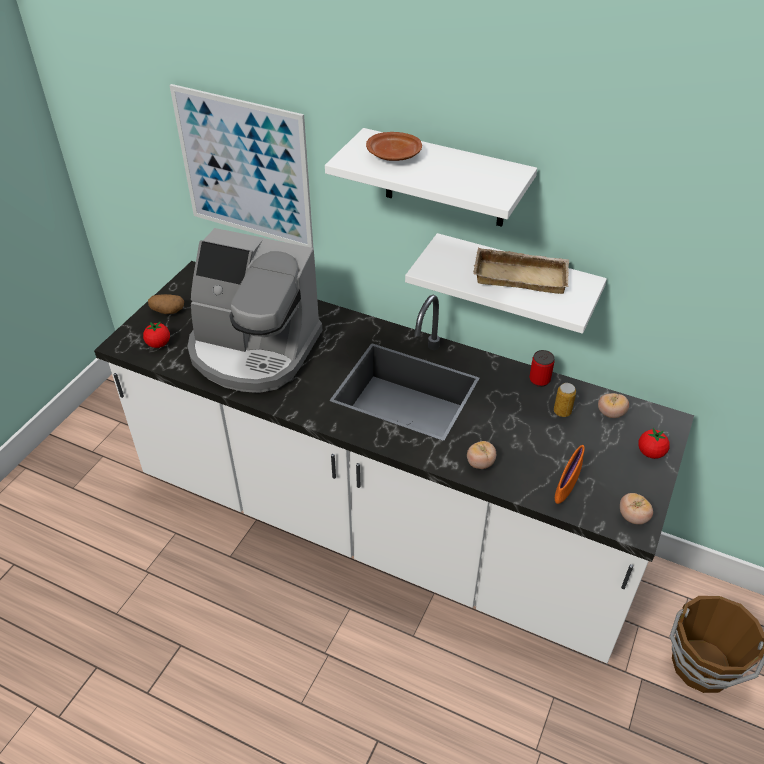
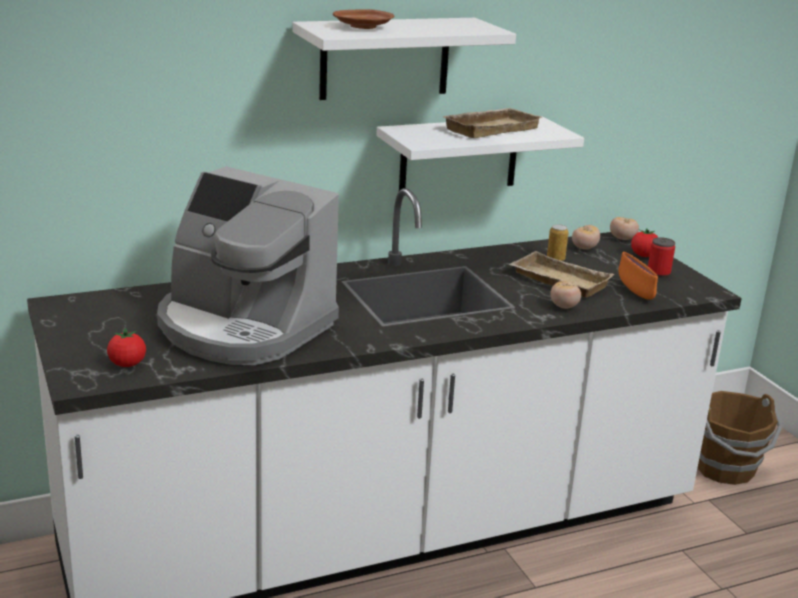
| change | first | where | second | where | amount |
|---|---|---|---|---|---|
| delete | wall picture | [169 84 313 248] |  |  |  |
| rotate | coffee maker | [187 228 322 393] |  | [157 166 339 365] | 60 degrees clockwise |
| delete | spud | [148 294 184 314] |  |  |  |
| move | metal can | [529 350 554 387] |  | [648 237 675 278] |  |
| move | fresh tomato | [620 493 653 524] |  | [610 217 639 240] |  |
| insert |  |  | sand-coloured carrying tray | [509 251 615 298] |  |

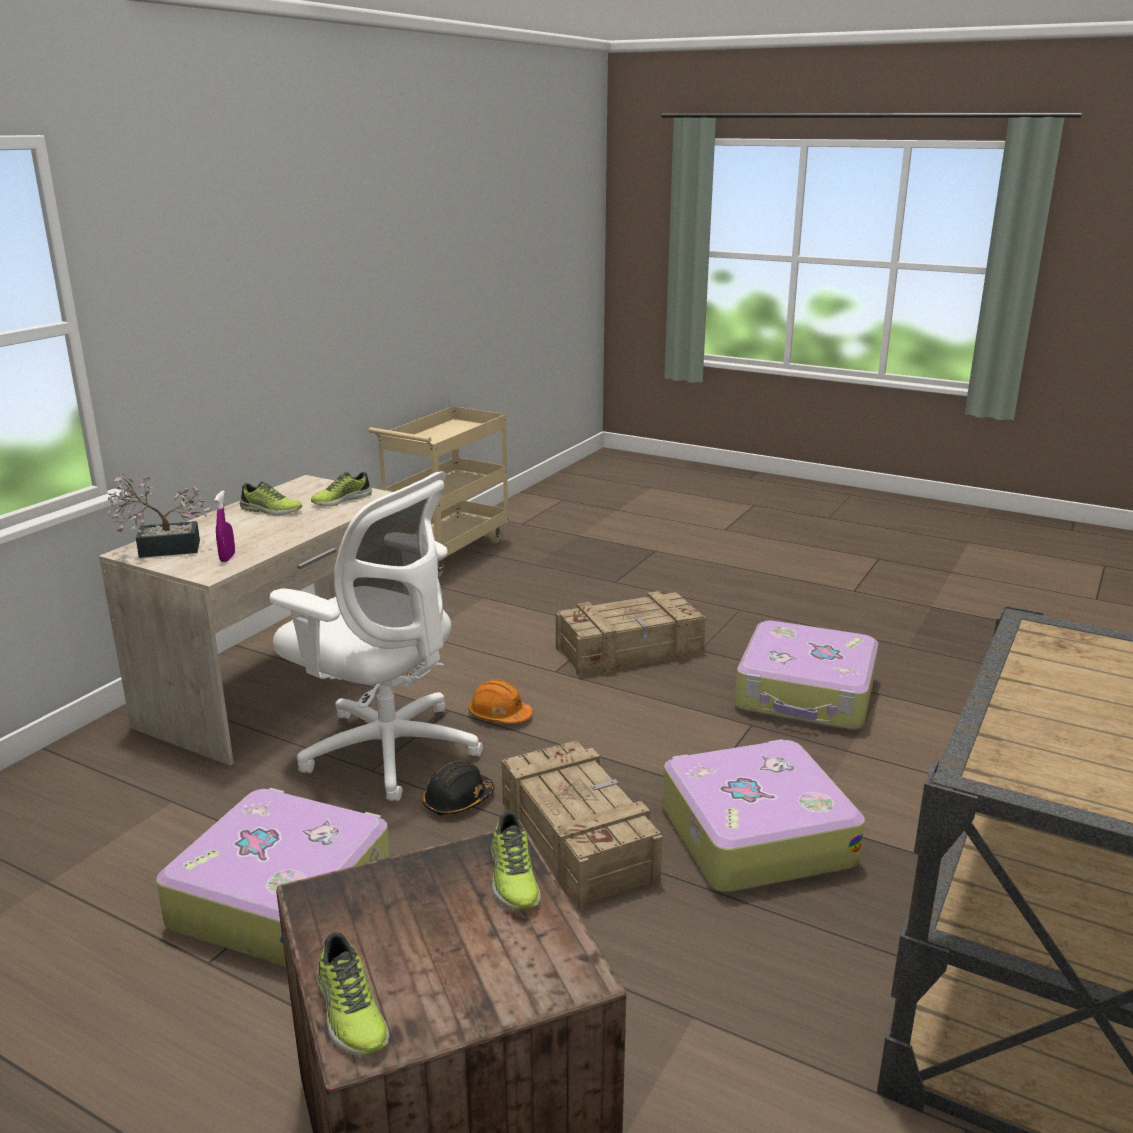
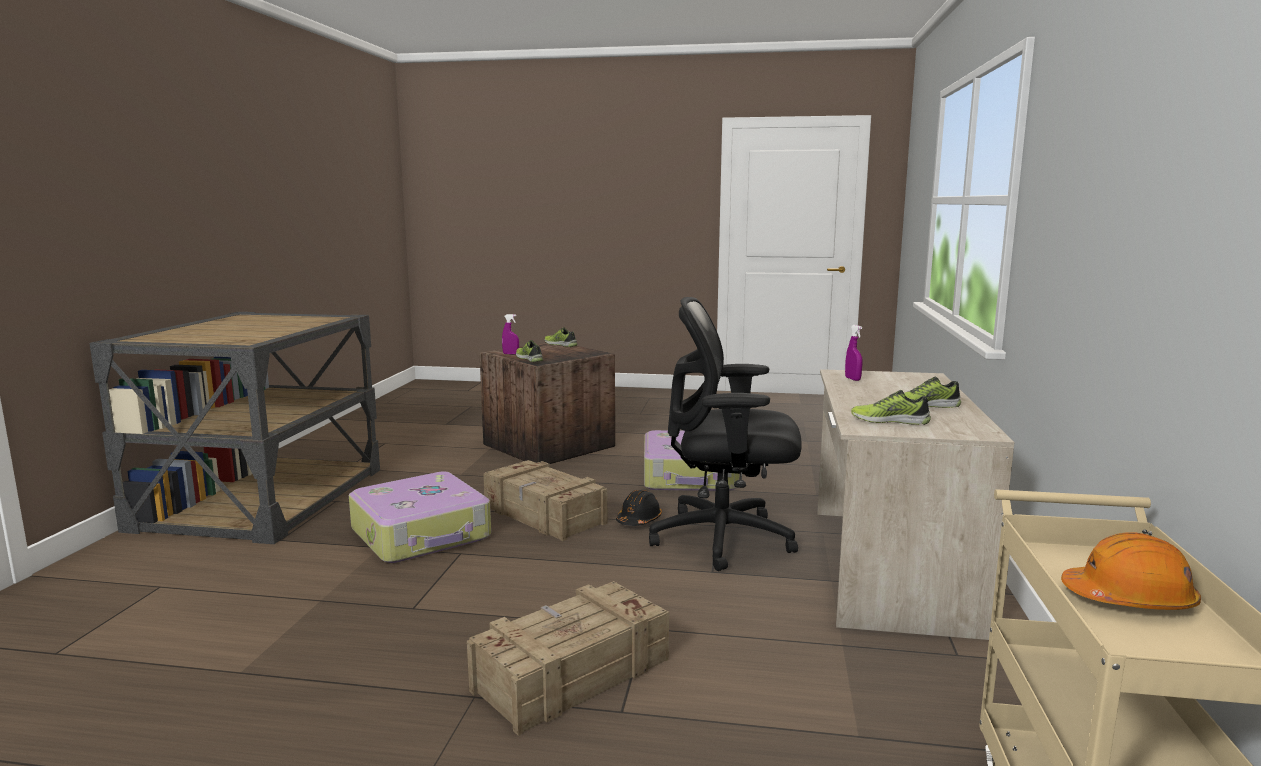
| change | first | where | second | where | amount |
|---|---|---|---|---|---|
| recolor | white-coloured office chair | [270 471 483 801] | black office chair | [649 297 802 571] |  |
| delete | houseplant | [108 472 211 558] |  |  |  |
| rotate | low shoe | [311 472 372 506] |  | [851 390 931 425] | 105 degrees counterclockwise |
| delete | suitcase | [735 620 879 730] |  |  |  |
| move | orangey work helmet | [468 679 533 724] |  | [1061 532 1201 611] |  |
| insert |  |  | purple-coloured spray bottle | [502 314 519 355] |  |

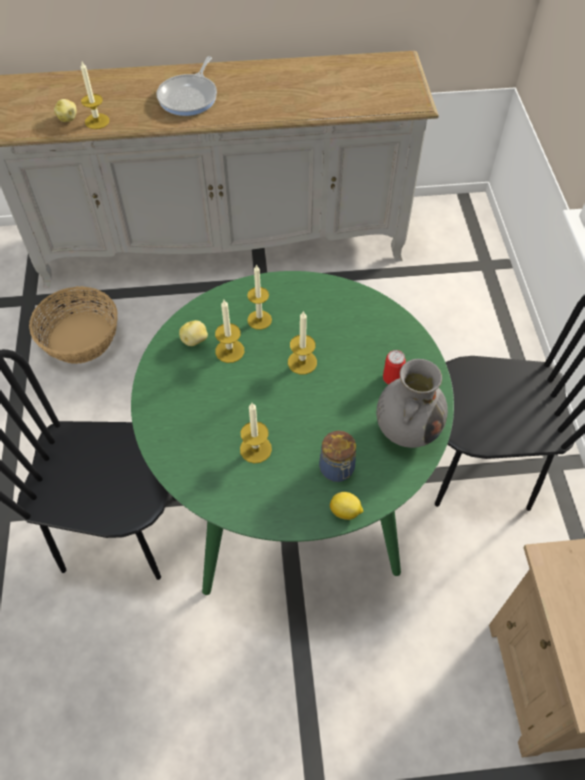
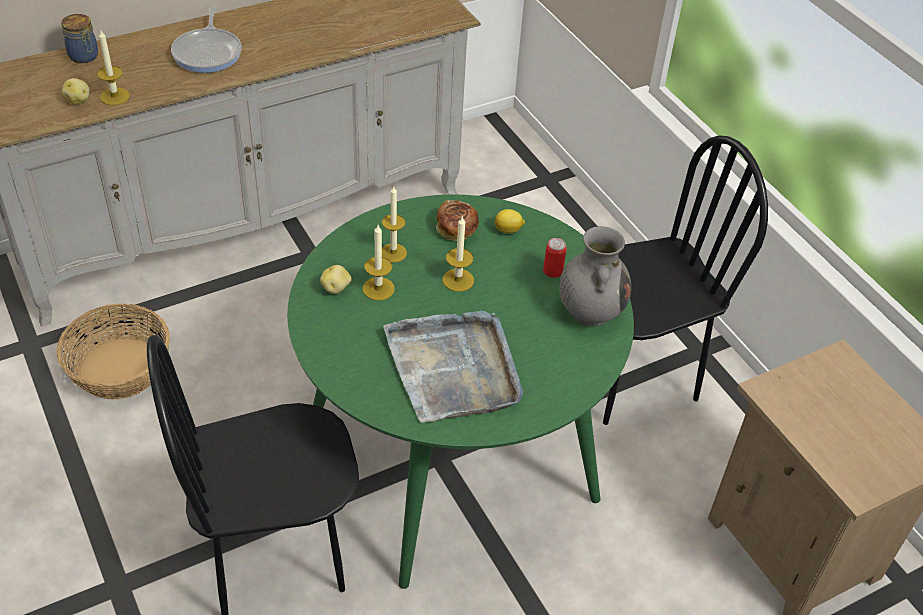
| change | first | where | second | where | amount |
|---|---|---|---|---|---|
| replace | wax light | [240 403 272 463] | gray carrying tray | [383 311 523 423] |  |
| move | preserve jar | [319 431 356 482] |  | [61 14 98 63] |  |
| move | citrus fruit | [330 492 363 520] |  | [495 209 525 233] |  |
| insert |  |  | bakery bread | [436 200 479 241] |  |

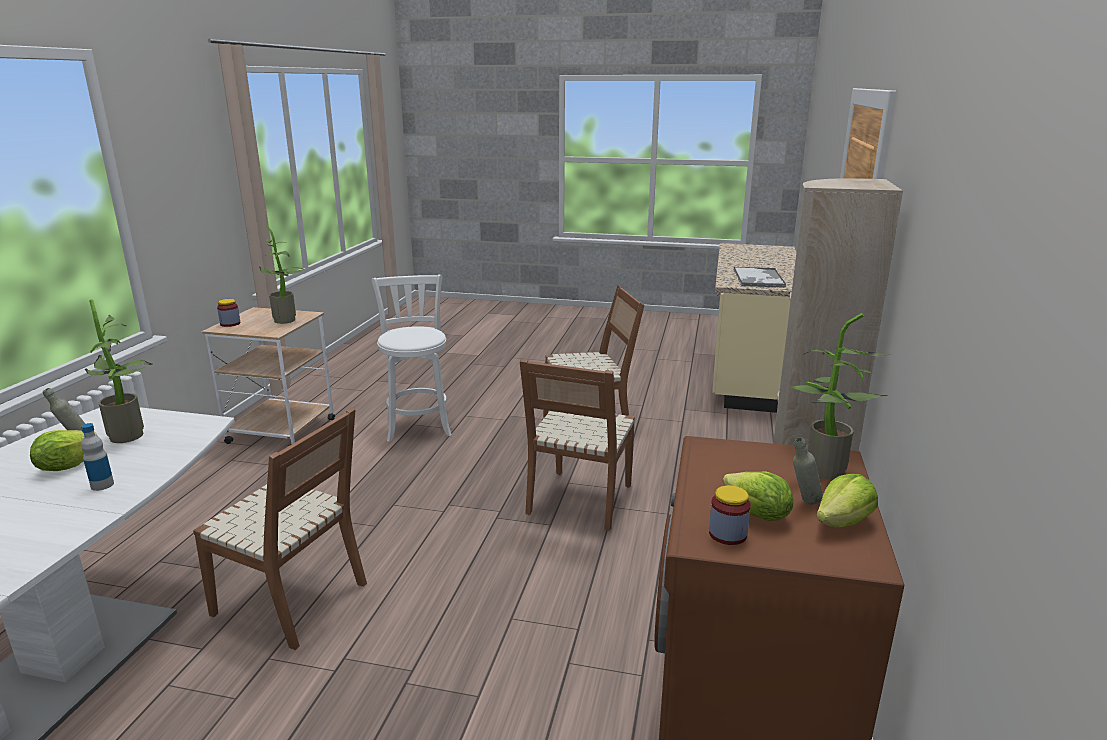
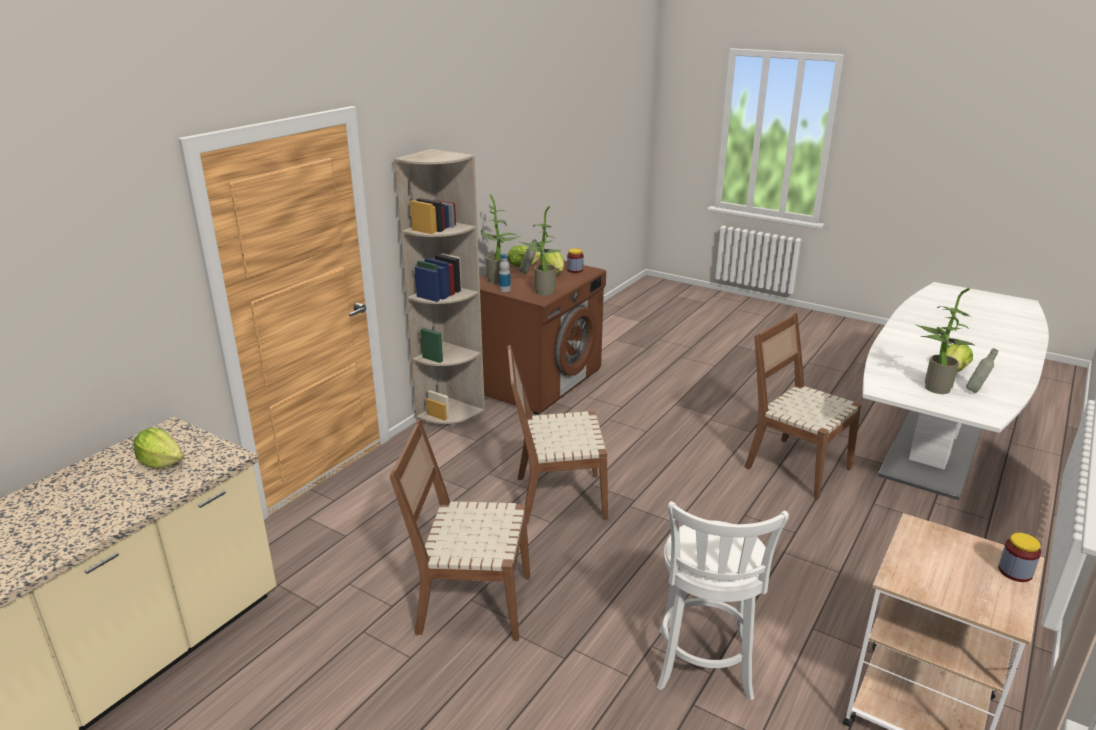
| change | first | where | second | where | amount |
|---|---|---|---|---|---|
| move | houseplant | [259 225 308 324] |  | [520 205 561 296] |  |
| replace | carrying tray | [734 267 786 288] | lettuce head | [133 428 184 468] |  |
| rotate | plain chair | [520 359 635 531] |  | [507 345 608 525] | 135 degrees counterclockwise |
| move | bottle | [81 423 114 491] |  | [499 254 511 292] |  |

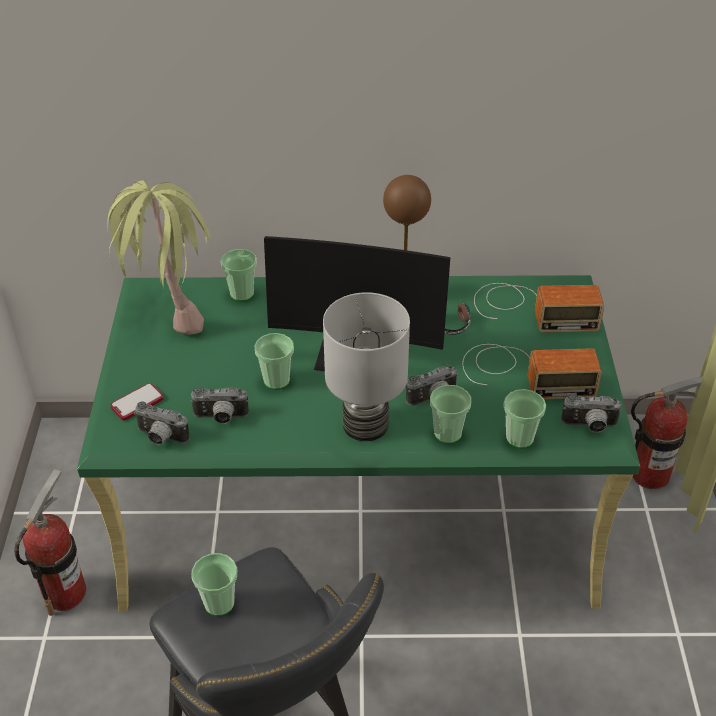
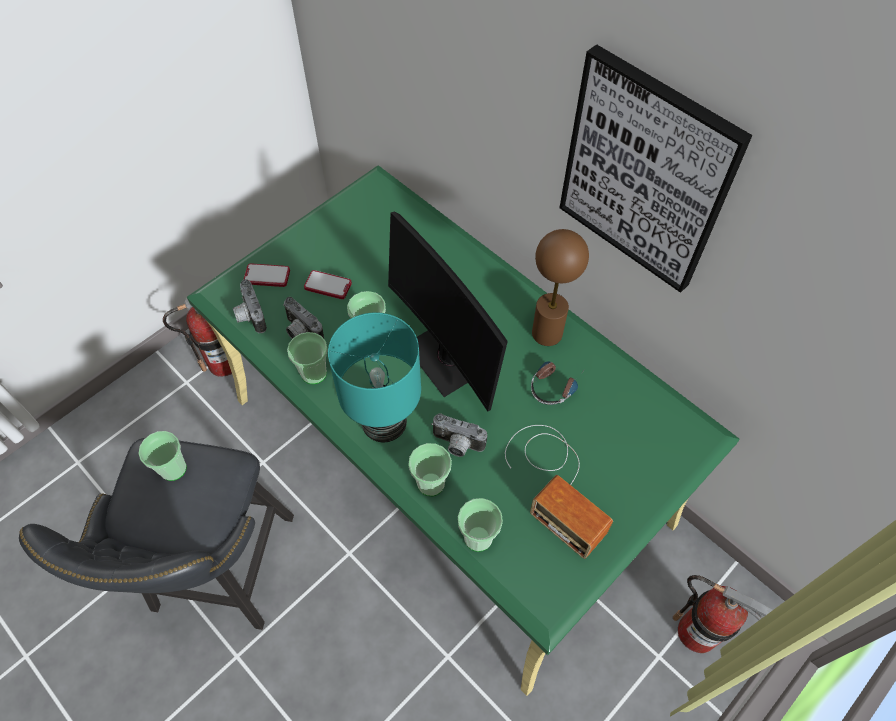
| change | first | where | second | where | amount |
|---|---|---|---|---|---|
| delete | houseplant | [107 180 212 335] |  |  |  |
| move | cup | [221 249 257 301] |  | [287 332 328 384] |  |
| delete | radio receiver | [474 283 604 332] |  |  |  |
| recolor | gray table lamp | [323 292 410 441] | turquoise table lamp | [328 312 421 442] |  |
| delete | photo camera | [561 394 622 433] |  |  |  |
| insert |  |  | wall picture | [559 44 752 293] |  |
| insert |  |  | handset | [304 270 352 299] |  |

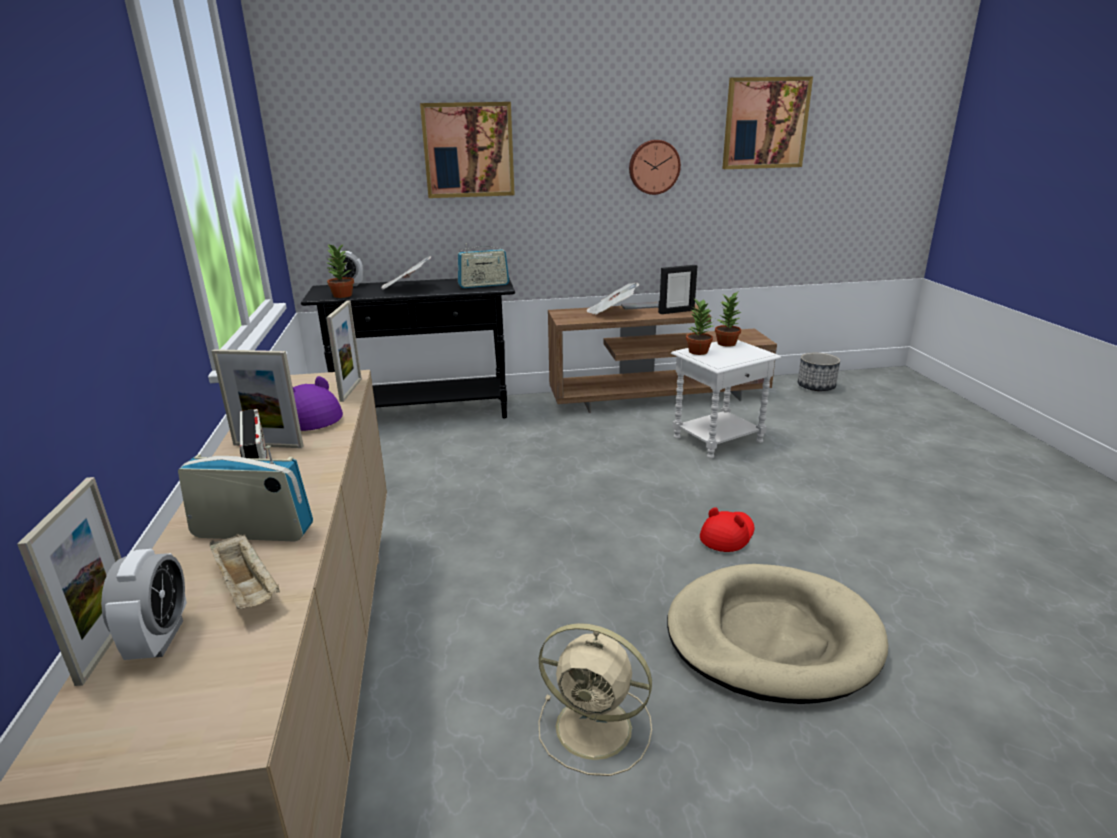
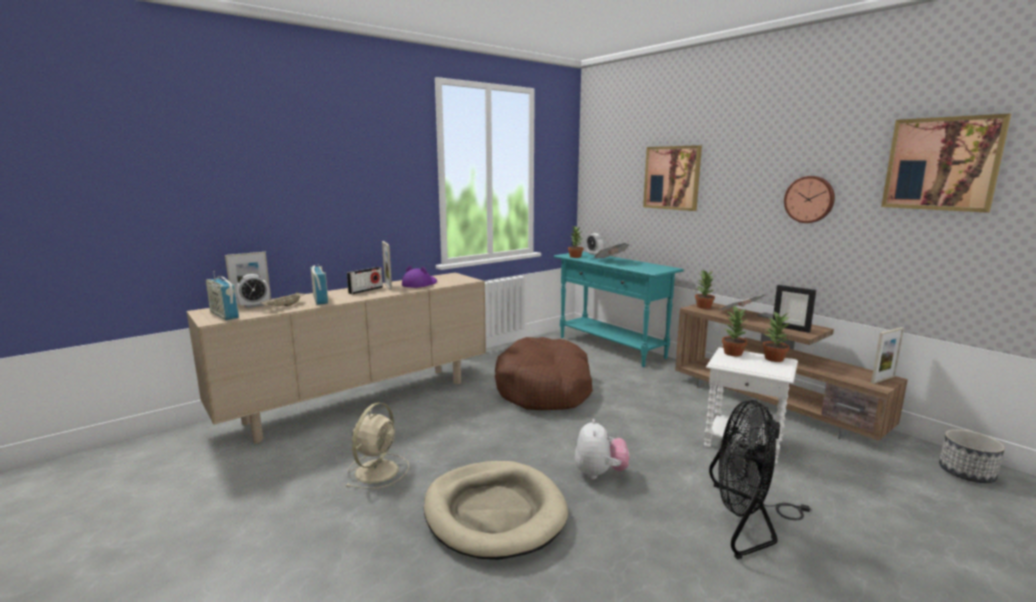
| change | first | where | second | where | amount |
|---|---|---|---|---|---|
| move | radio receiver | [457 244 509 288] |  | [206 271 239 320] |  |
| recolor | black hall table | [301 278 515 419] | turquoise hall table | [554 251 684 367] |  |
| move | standing frame | [326 300 362 402] |  | [871 327 904 384] |  |
| replace | red wearable hat | [700 507 754 552] | soft toy | [575 419 629 479] |  |
| rotate | sand-coloured cooling fan | [539 623 652 776] |  | [345 403 409 489] | 150 degrees counterclockwise |
| insert |  |  | houseplant | [695 271 715 309] |  |
| insert |  |  | brown-coloured pet bed | [495 337 593 410] |  |
| insert |  |  | black cooling fan | [709 400 812 560] |  |

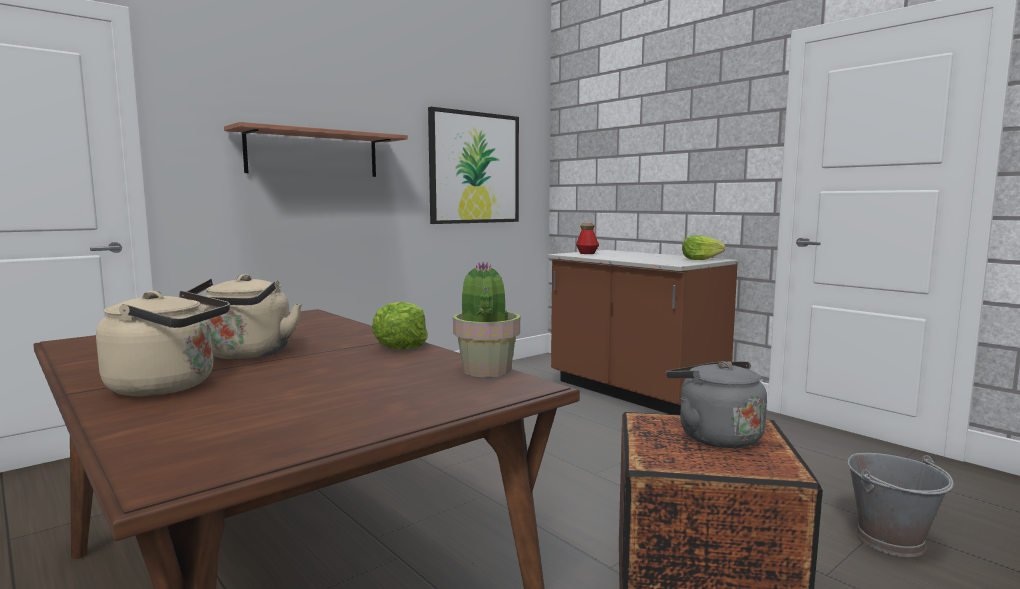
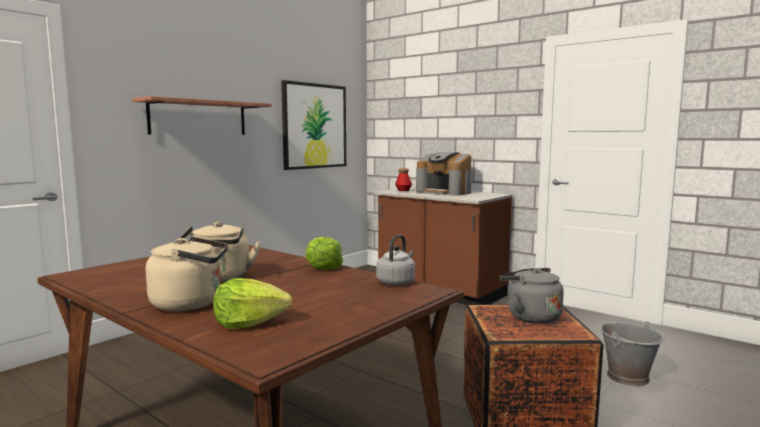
| change | first | where | second | where | amount |
|---|---|---|---|---|---|
| move | lettuce head | [682 235 725 260] |  | [213 278 292 329] |  |
| replace | houseplant | [453 261 520 377] | gray kettle | [376 234 415 285] |  |
| insert |  |  | coffee maker | [416 152 472 195] |  |

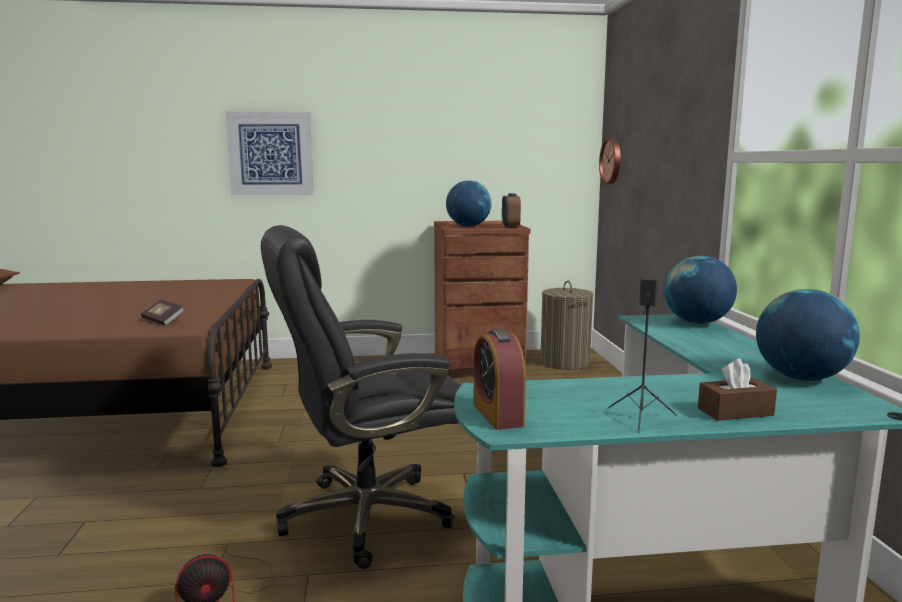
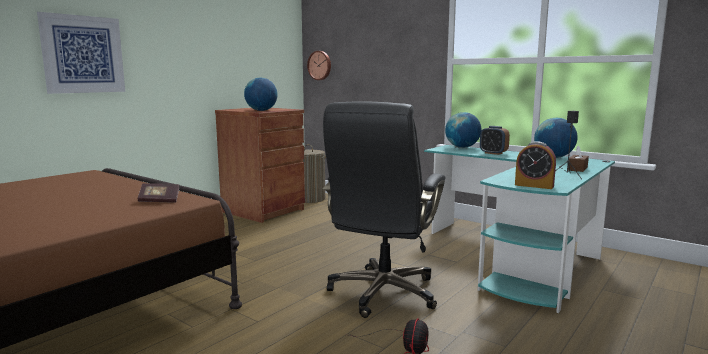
| change | first | where | second | where | amount |
|---|---|---|---|---|---|
| move | table clock | [502 193 521 228] |  | [480 126 510 155] |  |

